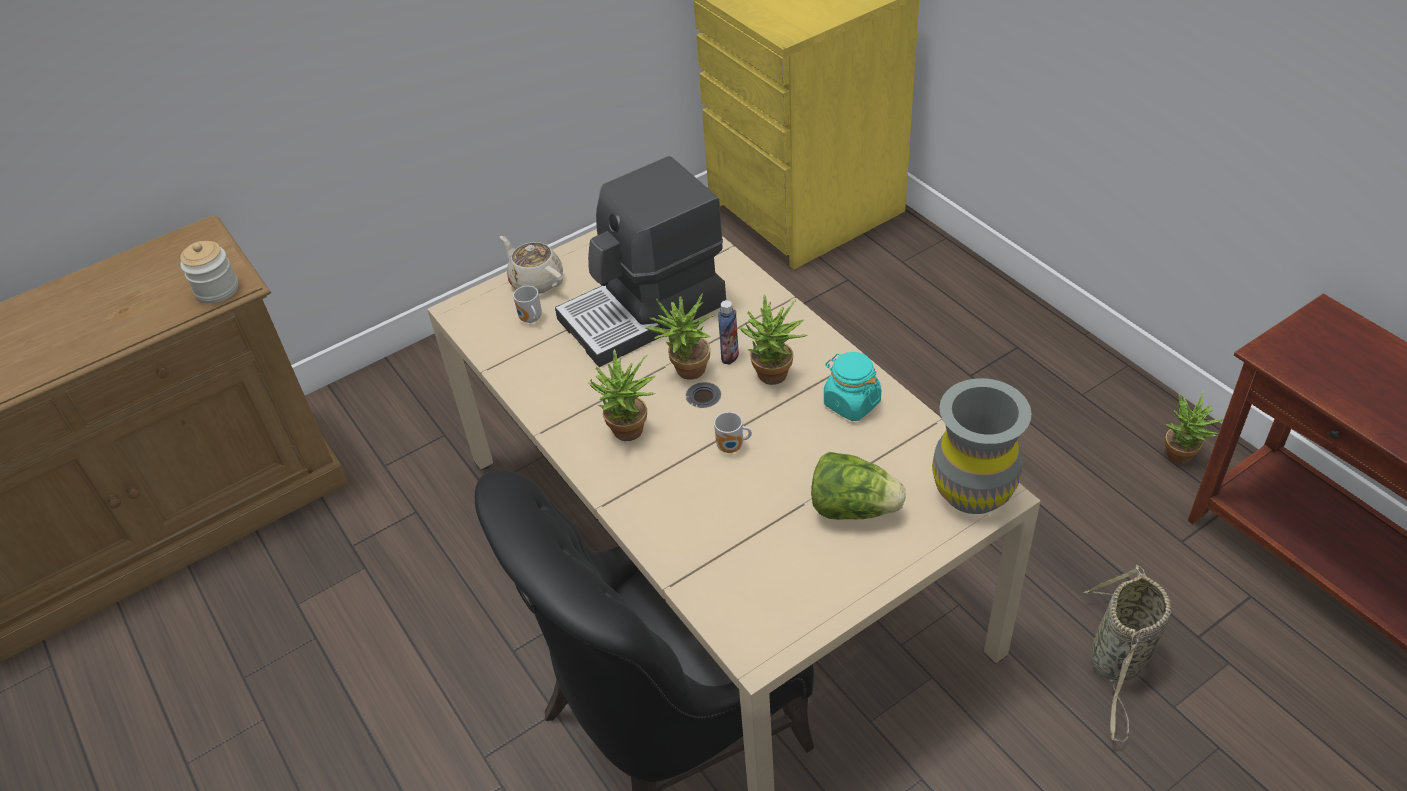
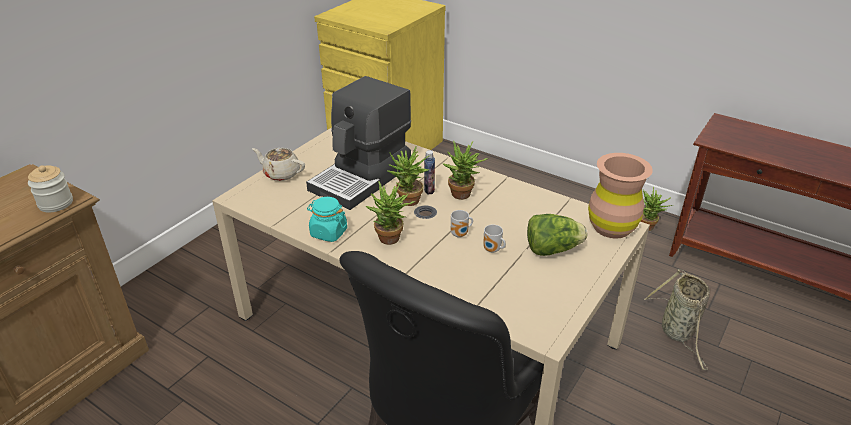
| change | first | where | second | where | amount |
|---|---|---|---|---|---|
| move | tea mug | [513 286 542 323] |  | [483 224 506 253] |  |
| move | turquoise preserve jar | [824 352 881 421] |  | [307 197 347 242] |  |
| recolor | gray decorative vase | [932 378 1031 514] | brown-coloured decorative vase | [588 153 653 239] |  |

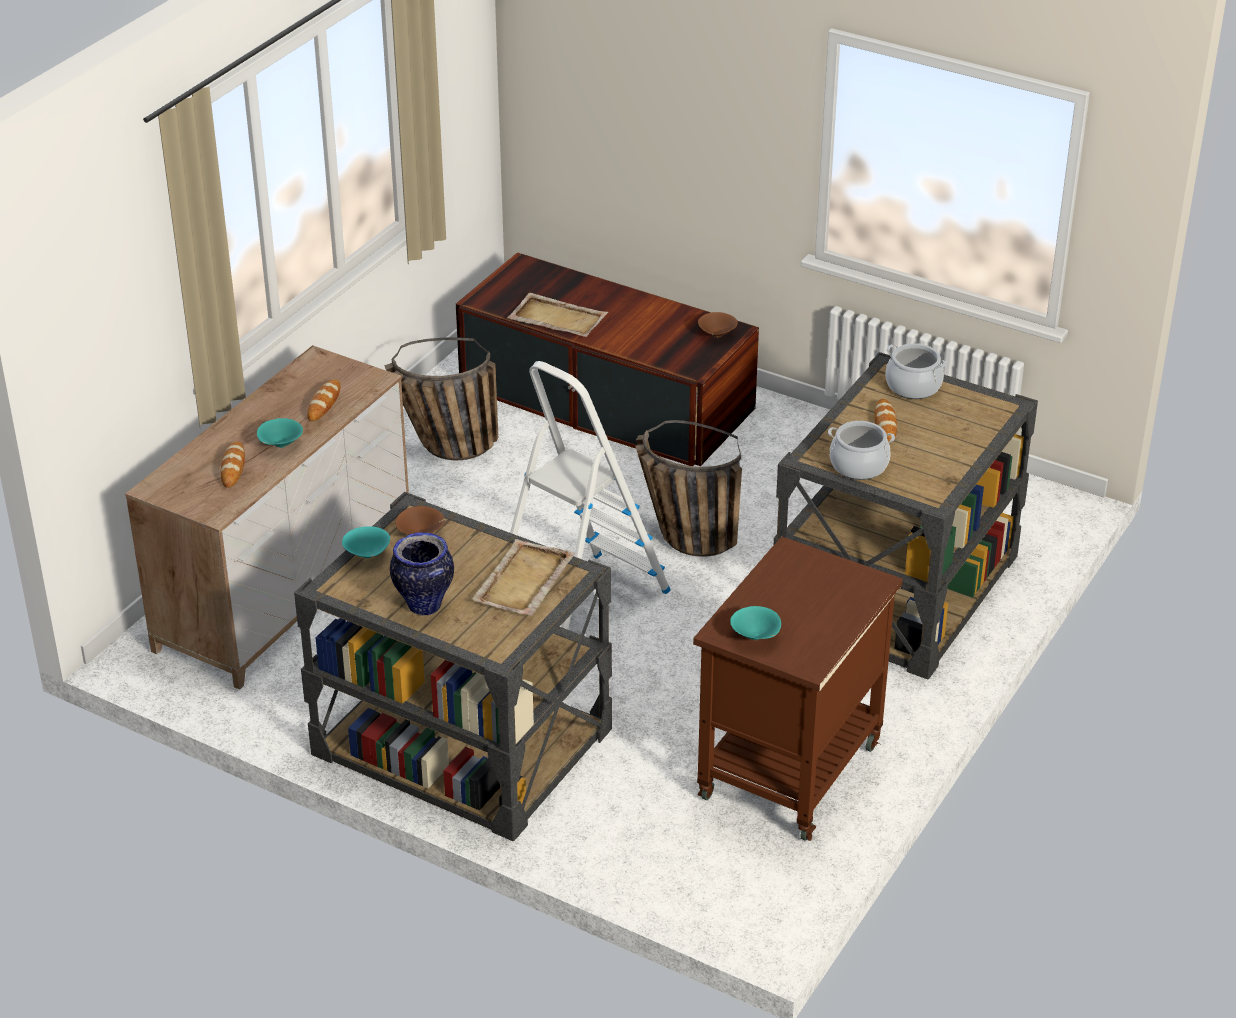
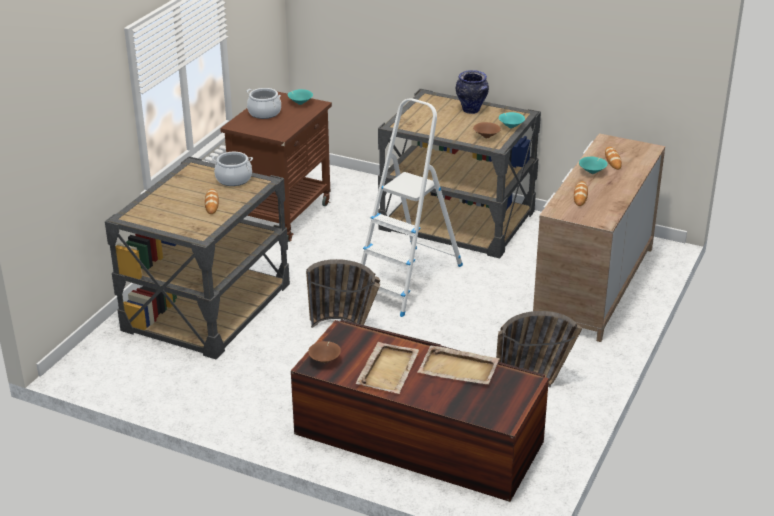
| change | first | where | second | where | amount |
|---|---|---|---|---|---|
| move | cooking pot | [886 343 947 399] |  | [246 88 281 119] |  |
| move | sand-coloured carrying tray | [471 539 575 616] |  | [356 342 419 394] |  |

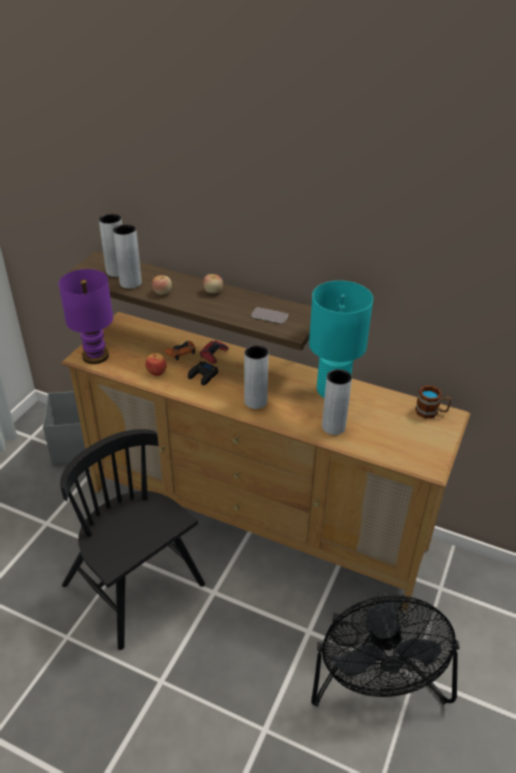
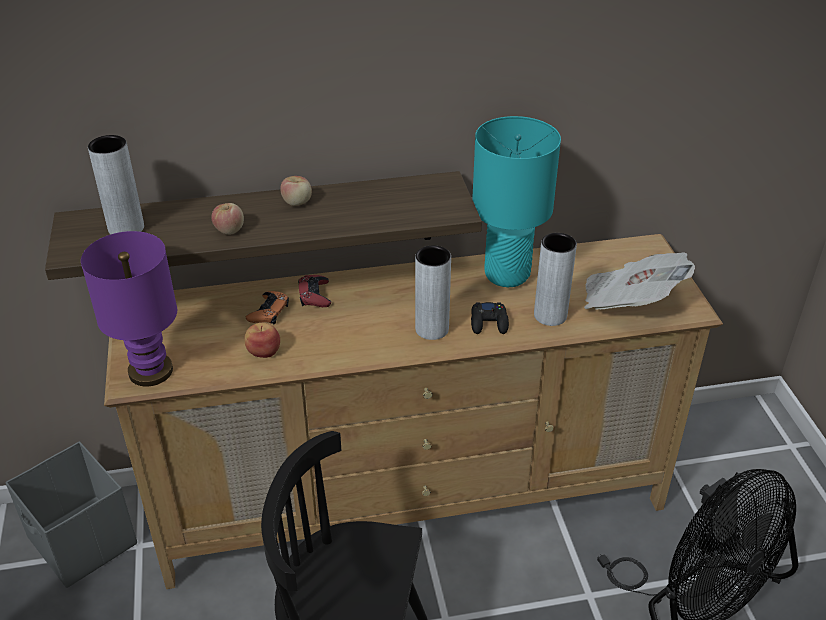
| change | first | where | second | where | amount |
|---|---|---|---|---|---|
| delete | gray decorative vase | [113 224 142 289] |  |  |  |
| delete | handset | [251 307 288 324] |  |  |  |
| move | black joypad | [188 361 218 385] |  | [471 302 509 334] |  |
| delete | tea mug | [415 385 452 418] |  |  |  |
| insert |  |  | newspaper | [585 252 695 309] |  |

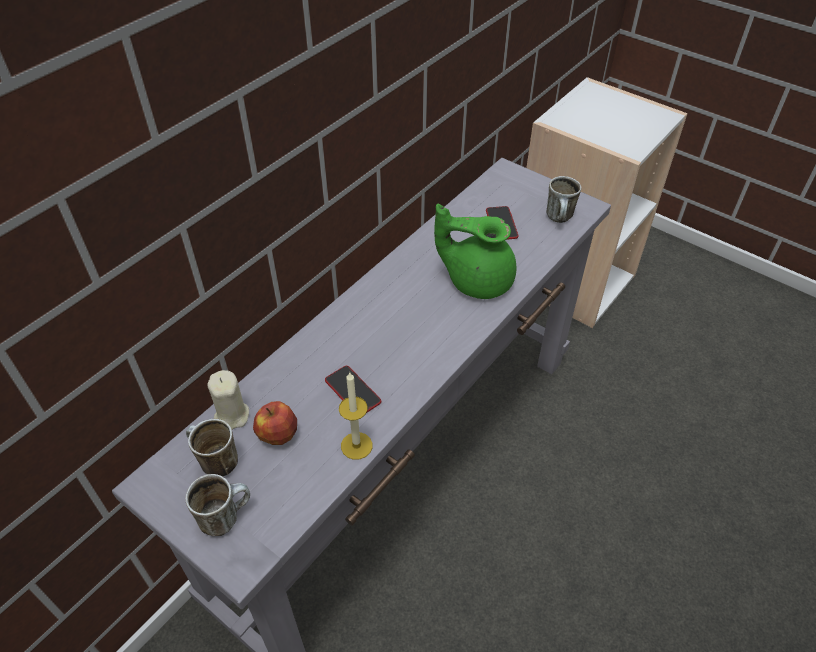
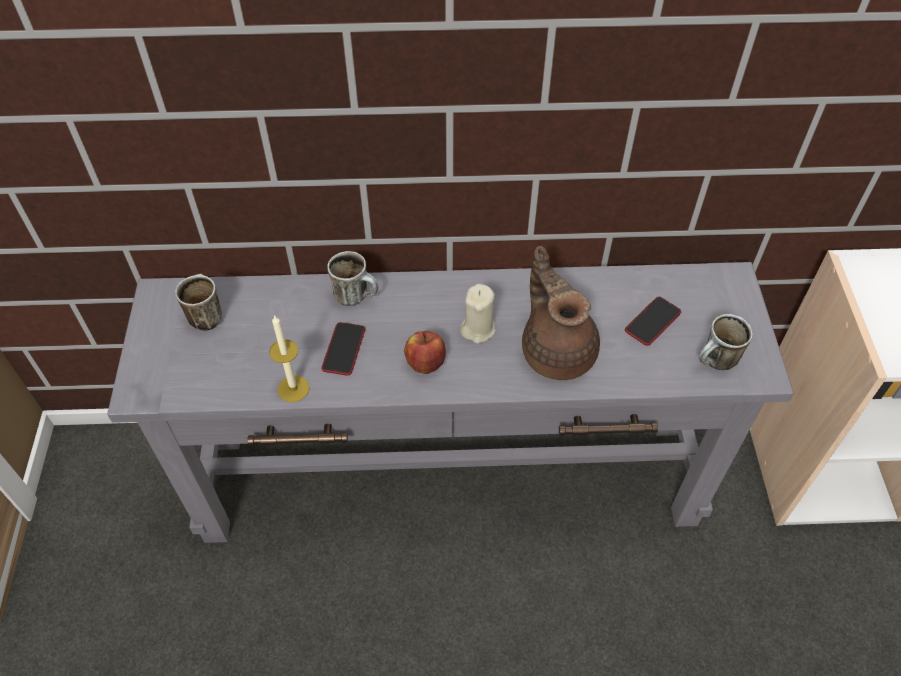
| change | first | where | second | where | amount |
|---|---|---|---|---|---|
| recolor | green pot for tea | [434 204 516 299] | brown-coloured pot for tea | [522 246 600 380] |  |
| move | sand-coloured wax light | [207 370 249 430] |  | [460 284 496 344] |  |
| move | apple fruit | [253 401 297 445] |  | [404 331 446 374] |  |
| move | tea mug | [185 474 250 536] |  | [327 251 378 306] |  |

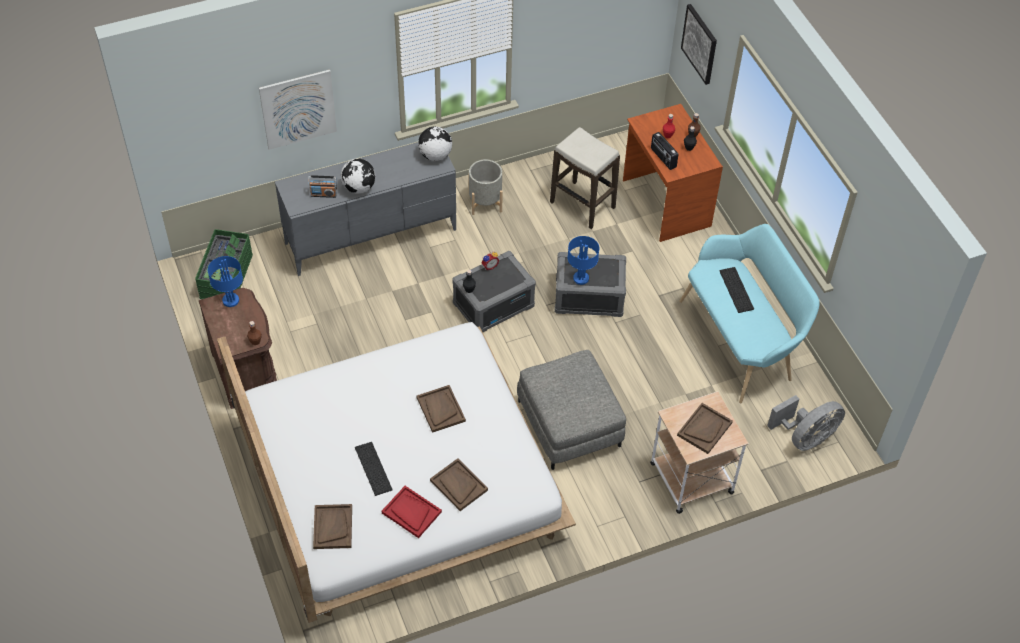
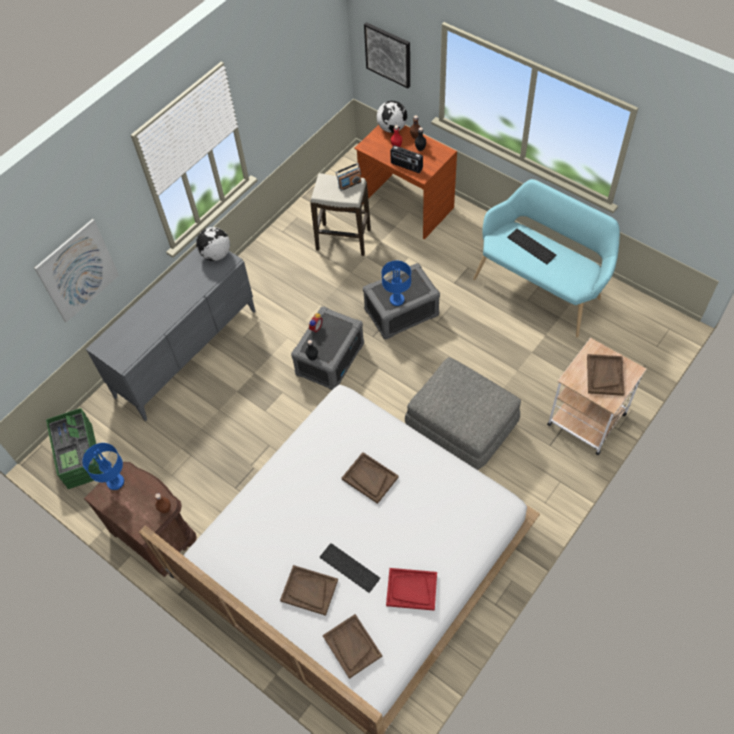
| change | first | where | second | where | amount |
|---|---|---|---|---|---|
| move | desk globe | [341 159 375 193] |  | [377 101 407 133] |  |
| delete | gray planter | [469 159 503 215] |  |  |  |
| move | radio receiver | [308 175 337 198] |  | [336 163 361 191] |  |
| delete | gray cooling fan | [767 395 845 451] |  |  |  |
| move | brown-coloured carrying tray | [430 458 488 511] |  | [280 565 338 616] |  |

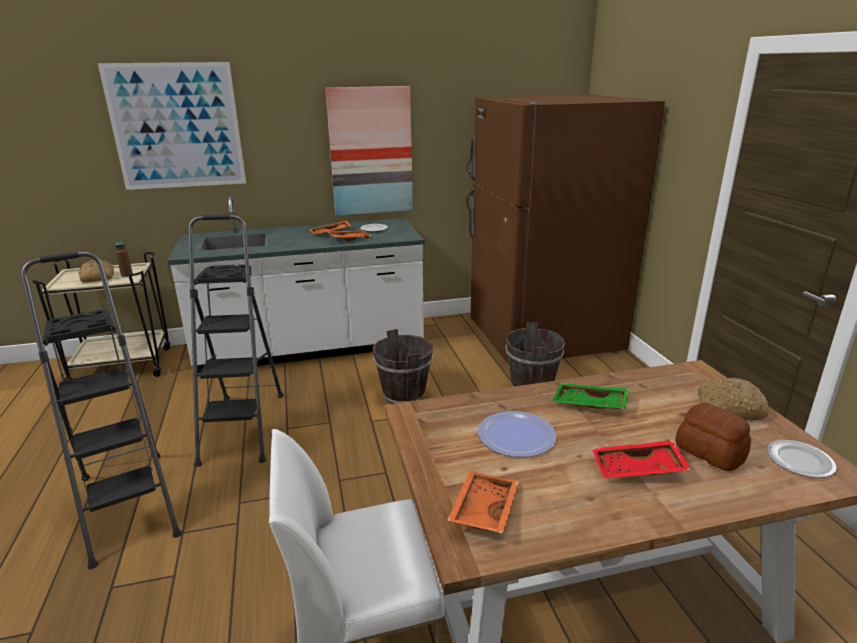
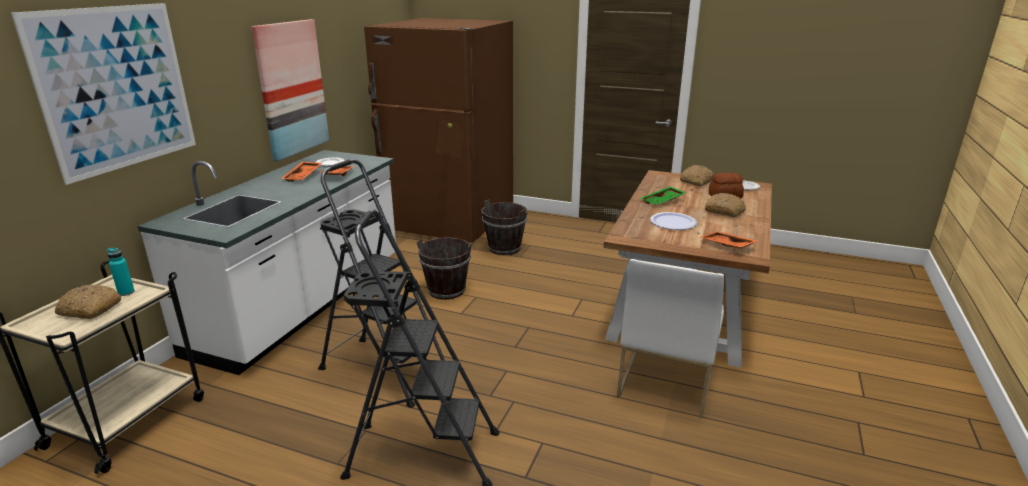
| change | first | where | second | where | amount |
|---|---|---|---|---|---|
| recolor | brown-coloured bottle | [115 240 133 277] | turquoise bottle | [107 248 135 296] |  |
| replace | red carrying tray | [592 440 691 478] | bakery bread | [705 193 746 217] |  |

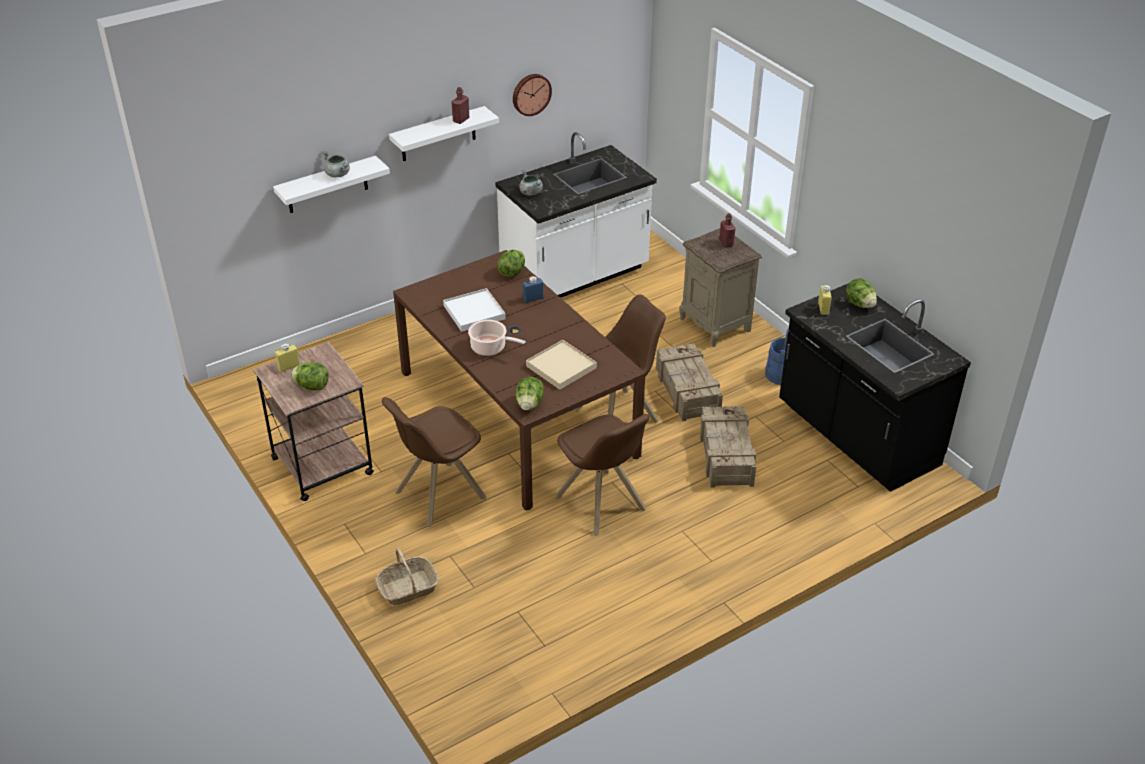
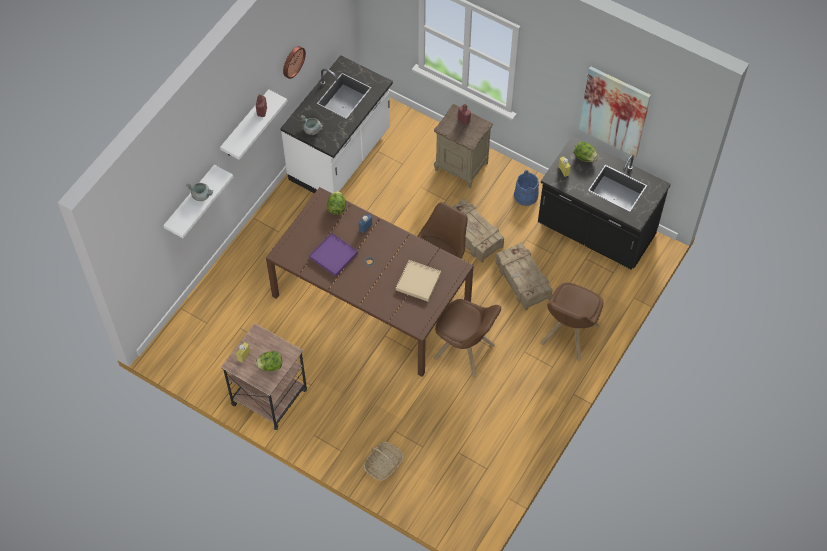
| change | first | where | second | where | amount |
|---|---|---|---|---|---|
| recolor | white-coloured carrying tray | [443 288 506 332] | purple-coloured carrying tray | [309 233 358 277] |  |
| delete | cooking pot | [468 320 526 356] |  |  |  |
| delete | lettuce head | [515 377 544 410] |  |  |  |
| move | brown-coloured plain chair | [382 397 486 527] |  | [540 283 603 361] |  |
| insert |  |  | wall picture | [579 66 651 157] |  |

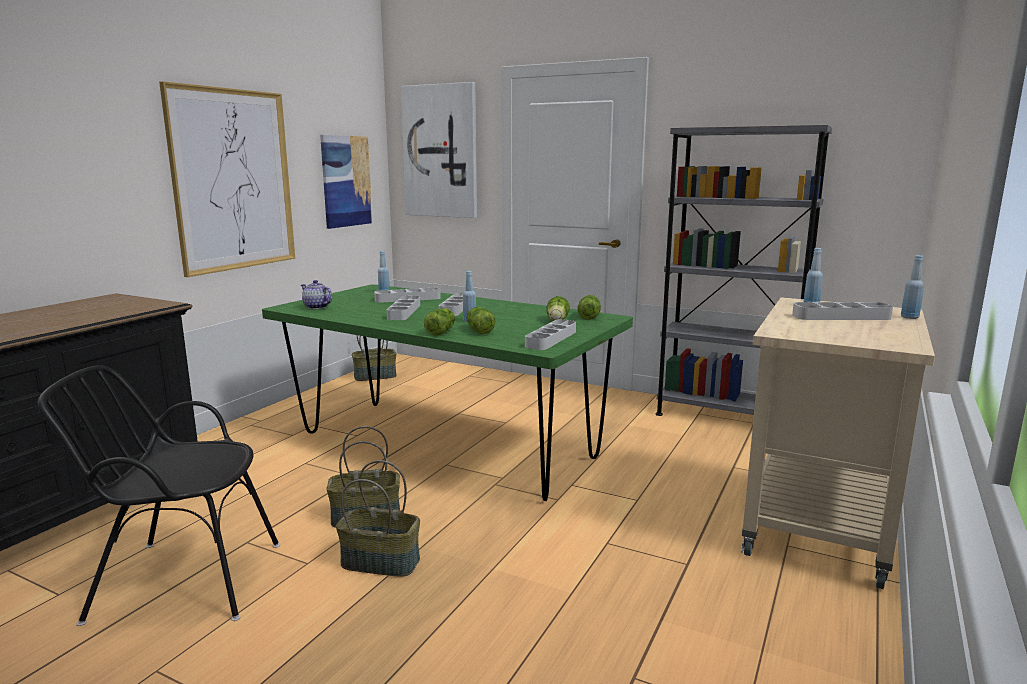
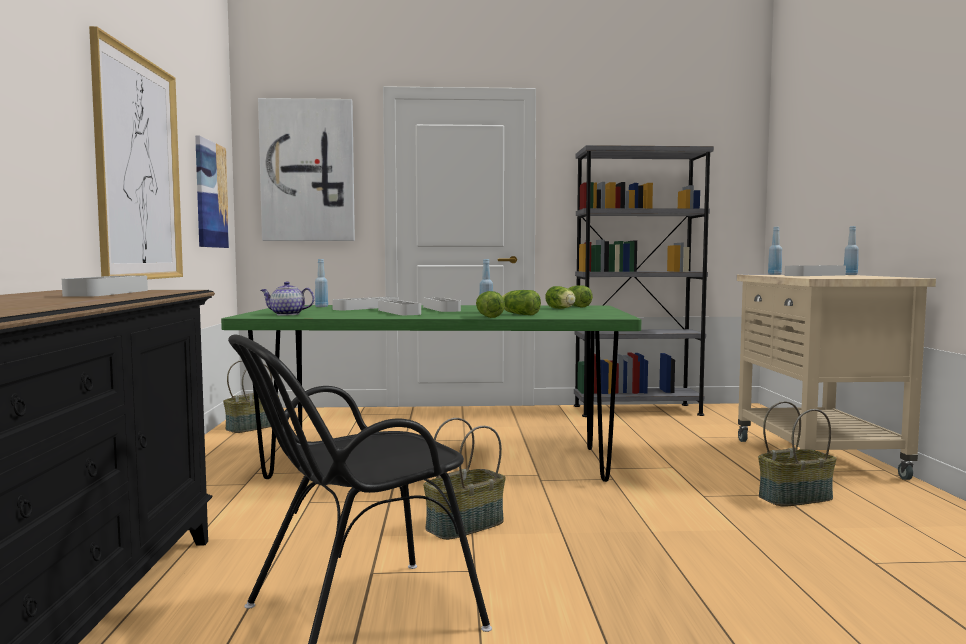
| change | first | where | second | where | amount |
|---|---|---|---|---|---|
| move | gray carrying tray | [525 319 576 350] |  | [62 276 148 297] |  |
| move | household basket | [336 460 420 577] |  | [758 401 837 507] |  |

